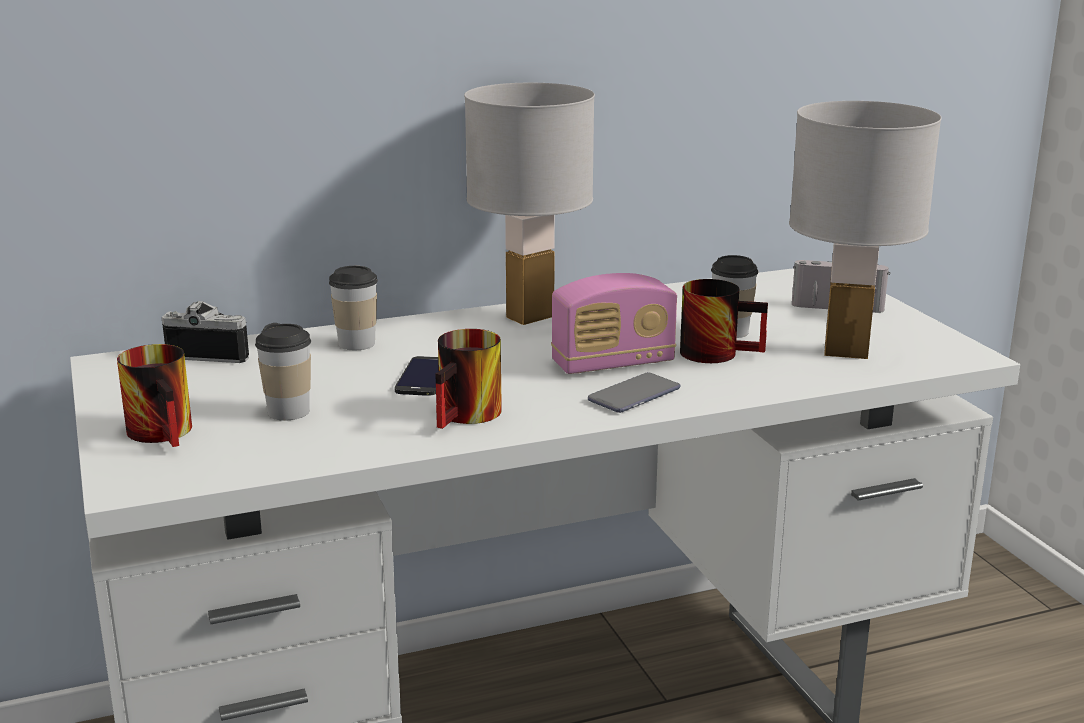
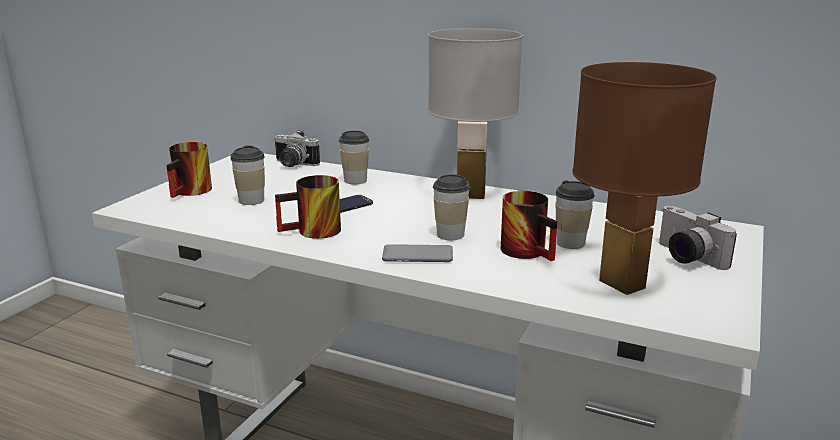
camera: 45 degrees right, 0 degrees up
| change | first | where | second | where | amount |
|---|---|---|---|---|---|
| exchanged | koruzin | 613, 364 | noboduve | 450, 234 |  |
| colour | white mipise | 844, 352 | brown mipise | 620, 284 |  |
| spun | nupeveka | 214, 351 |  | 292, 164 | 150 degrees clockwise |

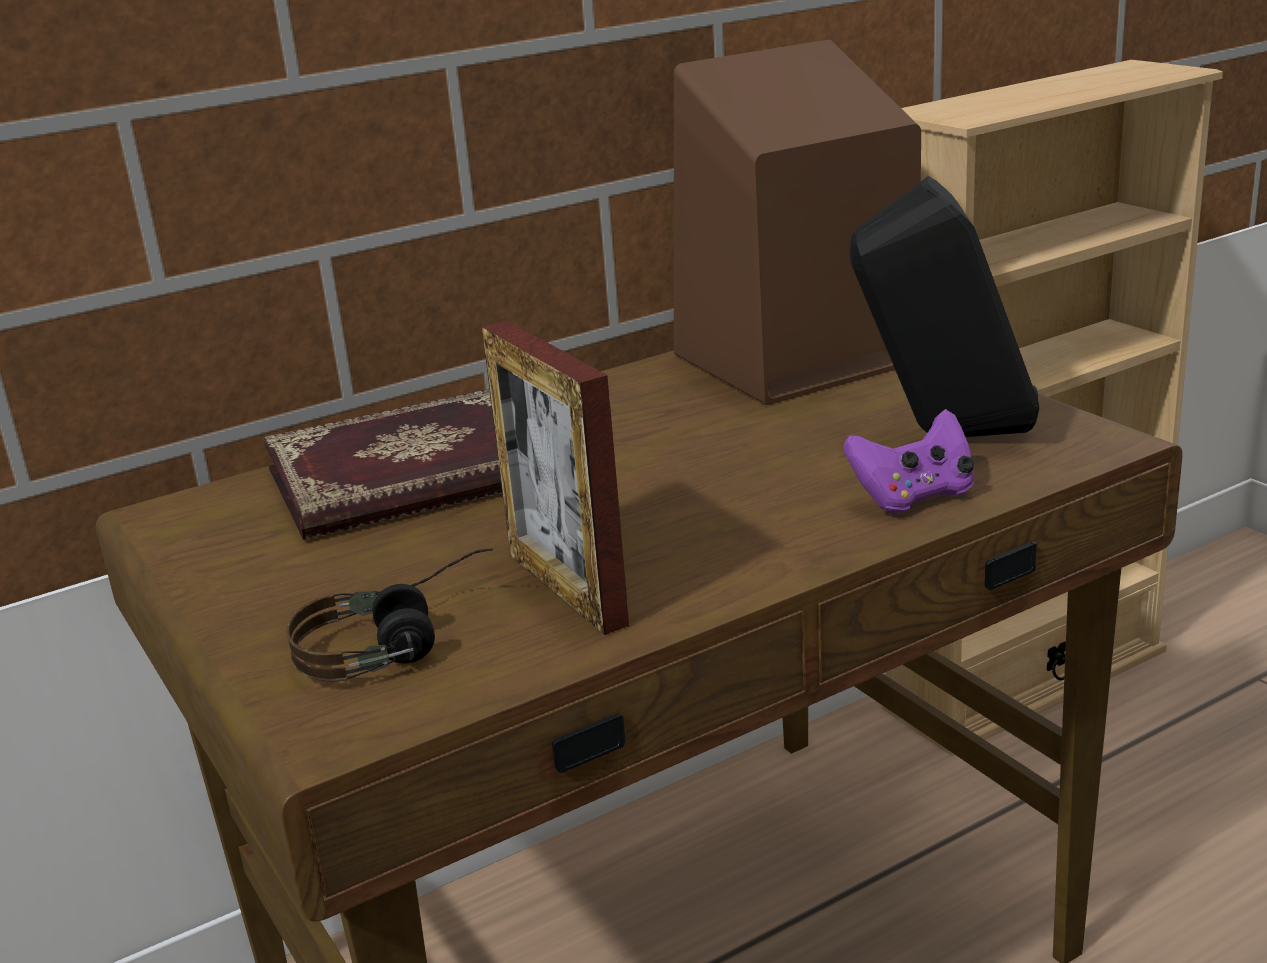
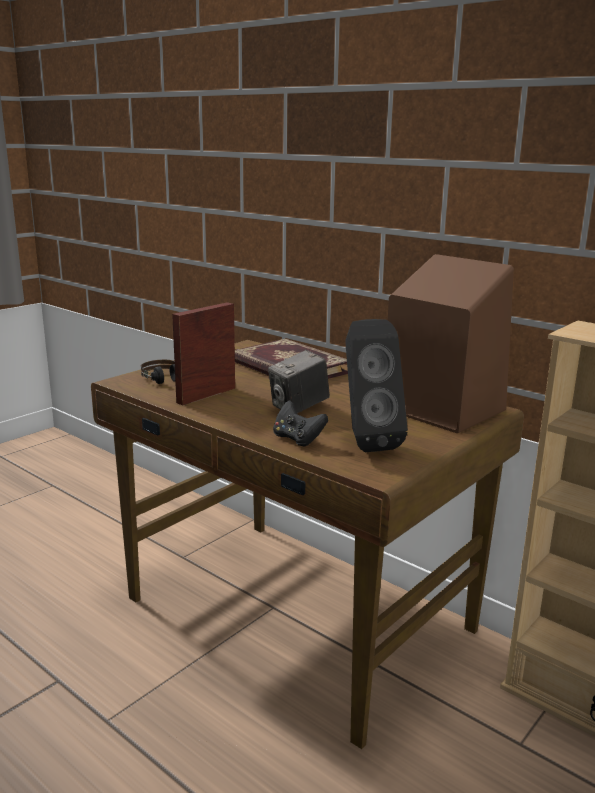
camera: 70 degrees right, 5 degrees down
| change | first | where | second | where | amount |
|---|---|---|---|---|---|
| appeared |  |  | nupeveka | 299, 408 |  |
| colour | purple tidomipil | 914, 497 | black tidomipil | 297, 439 |  |

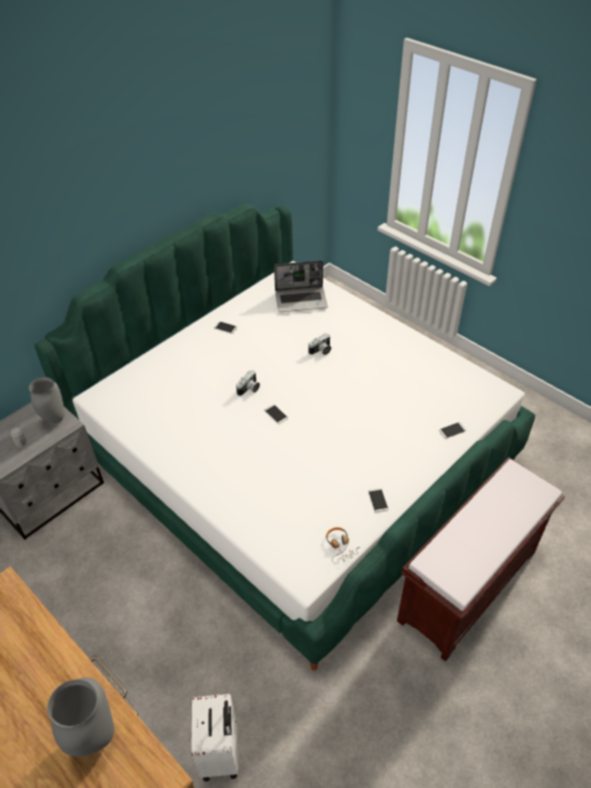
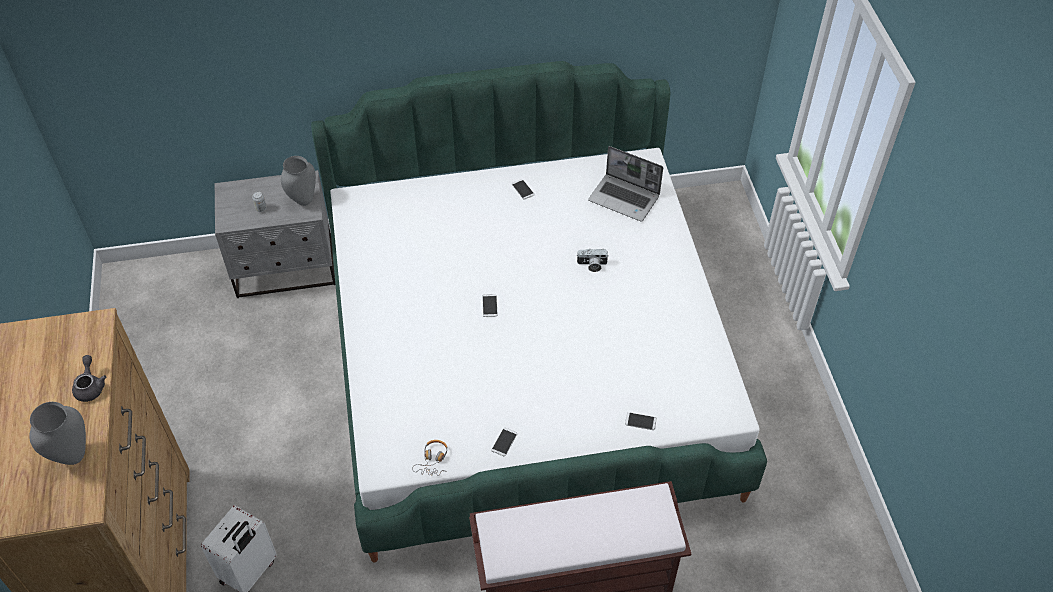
camera: 35 degrees right, 5 degrees up
| change | first | where | second | where | amount |
|---|---|---|---|---|---|
| missing | nupeveka | 249, 389 |  |  |  |
| appeared |  |  | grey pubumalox | 90, 386 |  |

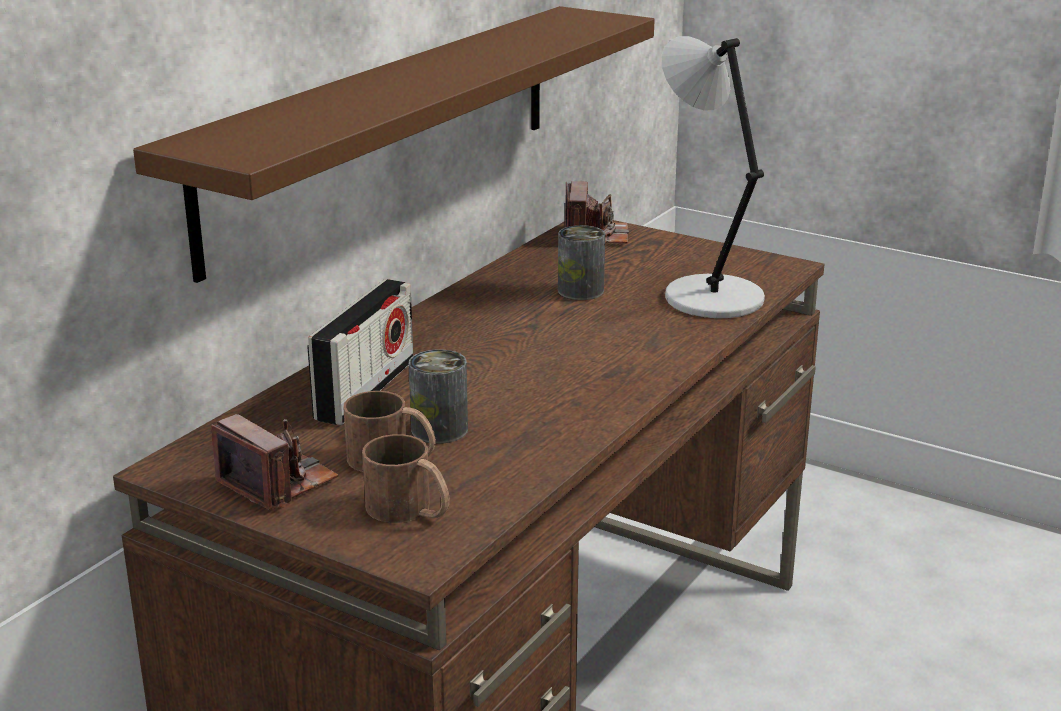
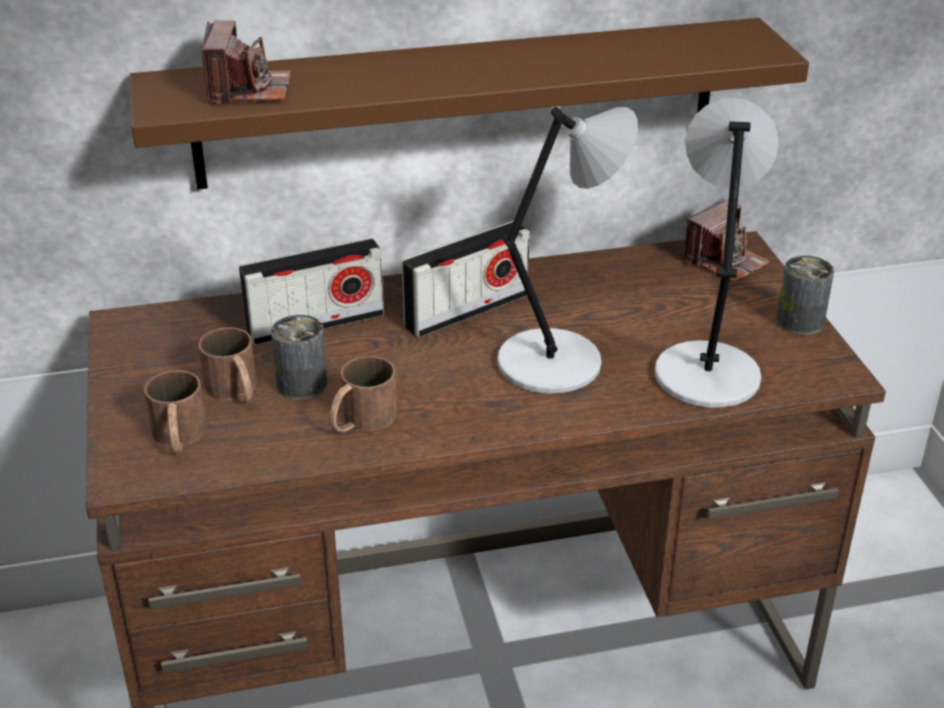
camera: 45 degrees right, 10 degrees up
| change | first | where | second | where | amount |
|---|---|---|---|---|---|
| appeared |  |  | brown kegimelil | 360, 421 |  |
| appeared |  |  | koruzin | 466, 311 |  |
| appeared |  |  | grey mipise | 555, 362 |  |
| relocated | nupeveka | 278, 483 |  | 248, 89 |  |
| relocated | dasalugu | 580, 291 |  | 800, 321 |  |

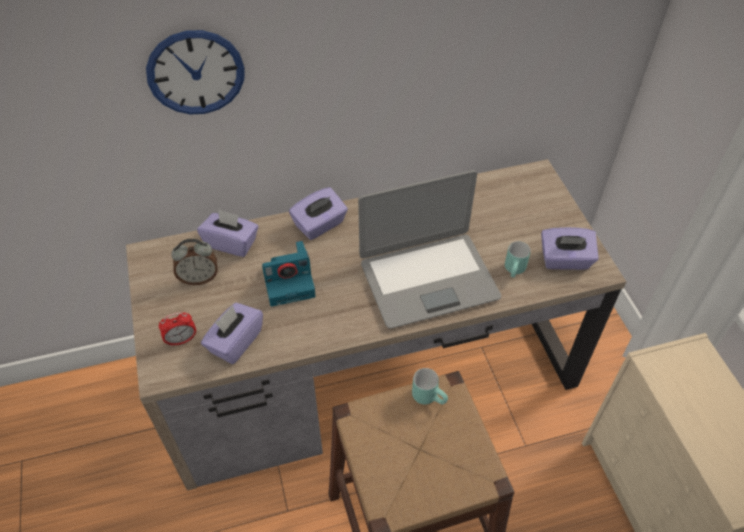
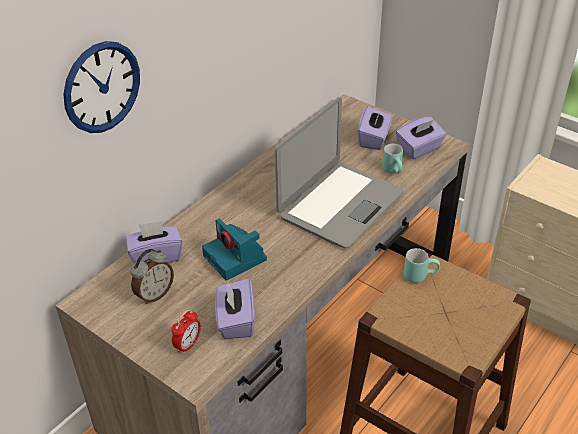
camera: 35 degrees left, 10 degrees down
| change | first | where | second | where | amount |
|---|---|---|---|---|---|
| relocated | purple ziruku | 320, 225 |  | 374, 139 |  |
| spun | nupeveka | 290, 282 |  | 236, 258 | 105 degrees clockwise |

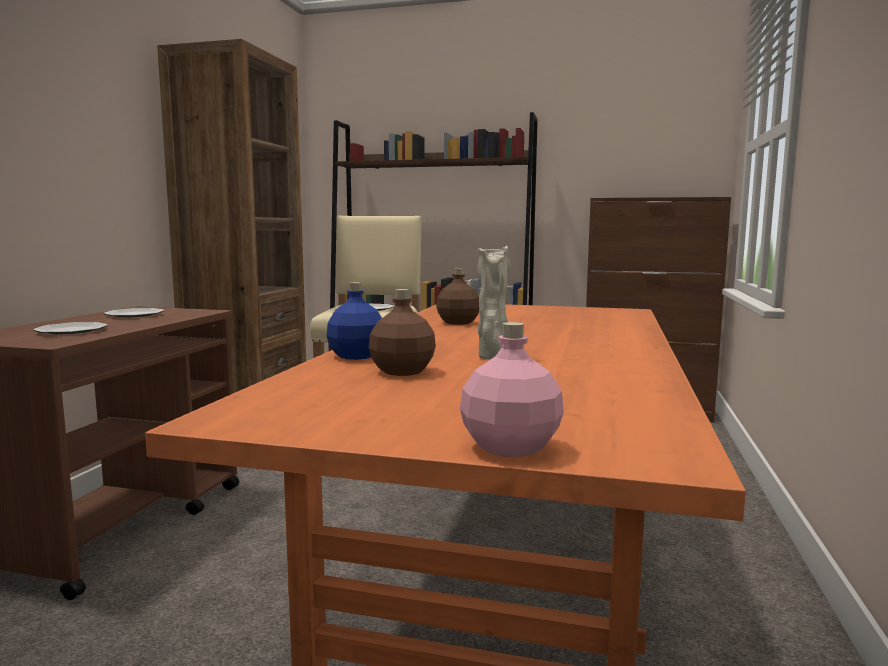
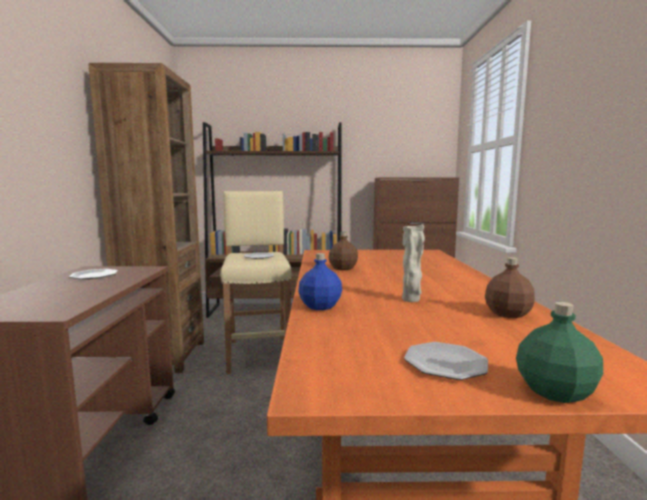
camera: 15 degrees left, 0 degrees up
| change | first | where | second | where | amount |
|---|---|---|---|---|---|
| relocated | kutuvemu | 72, 331 |  | 445, 363 |  |
| relocated | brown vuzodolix | 402, 371 |  | 507, 313 |  |
| colour | pink vuzodolix | 509, 447 | green vuzodolix | 554, 392 |  |

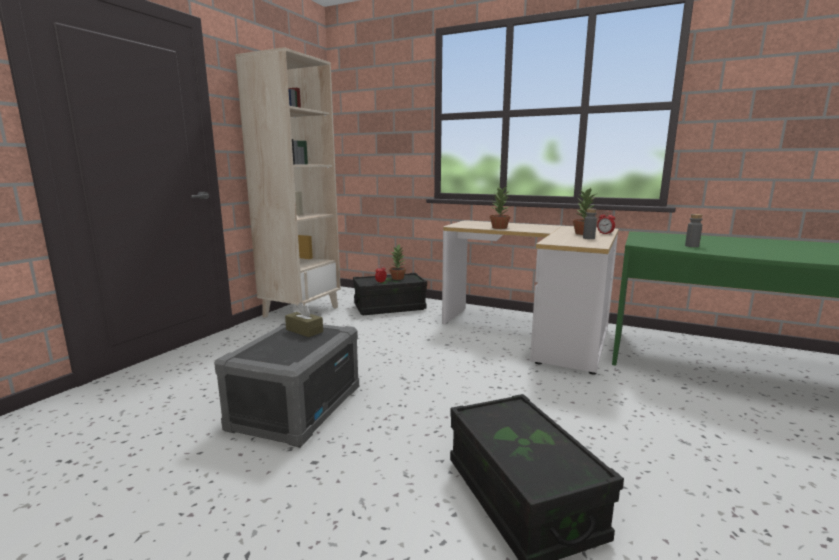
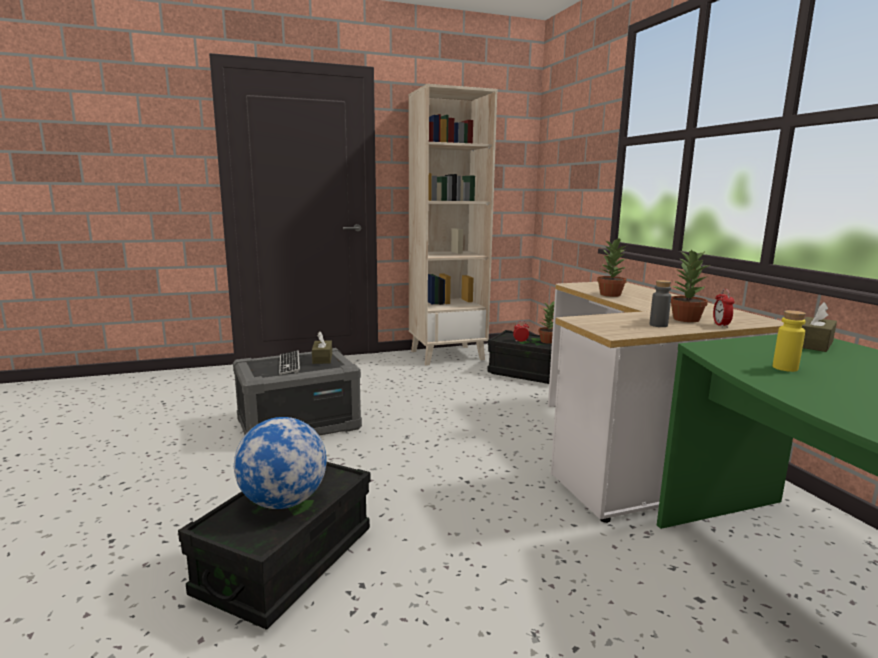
camera: 45 degrees right, 0 degrees up
| change | first | where | second | where | amount |
|---|---|---|---|---|---|
| appeared |  |  | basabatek | 283, 502 |  |
| appeared |  |  | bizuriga | 289, 364 |  |
| appeared |  |  | brown ziruku | 813, 344 |  |
| colour | grey vuzodolix | 692, 246 | yellow vuzodolix | 785, 368 |  |

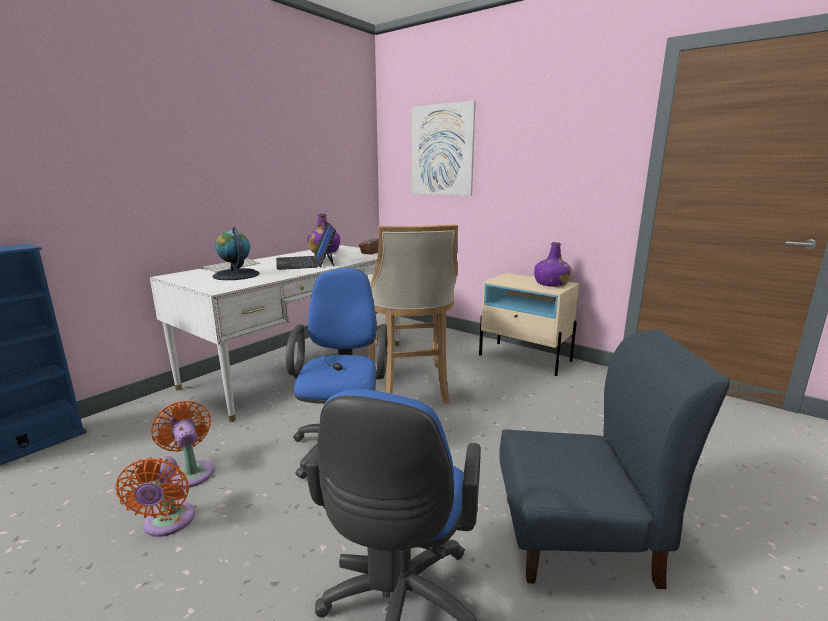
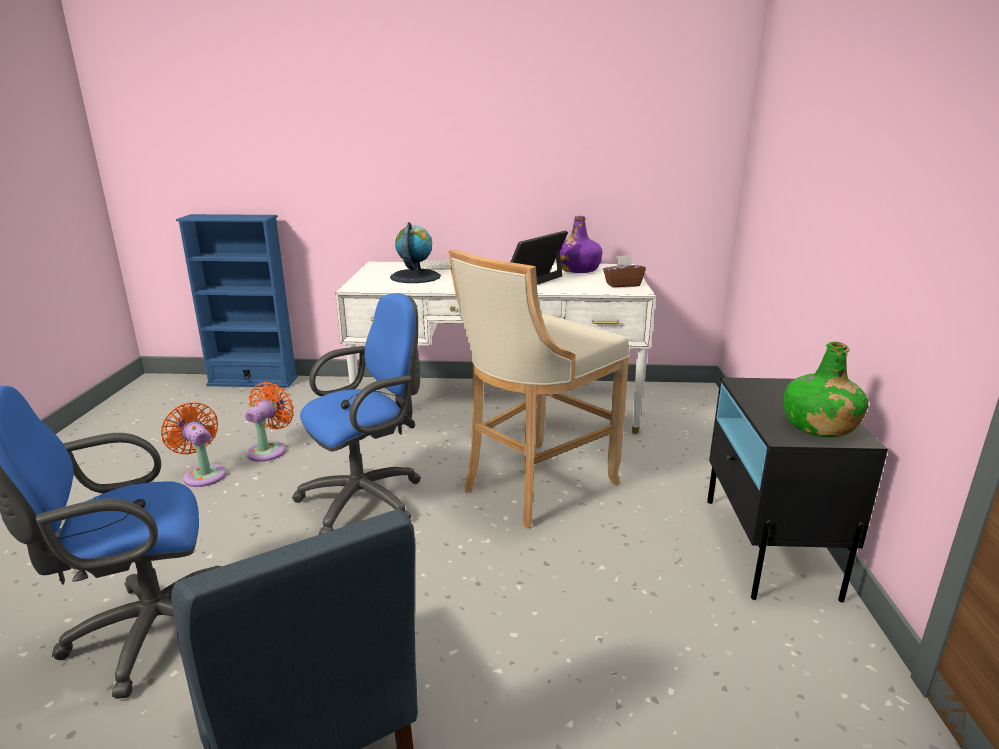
camera: 55 degrees right, 5 degrees up
| change | first | where | second | where | amount |
|---|---|---|---|---|---|
| missing | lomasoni | 441, 150 |  |  |  |
| colour | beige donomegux | 525, 358 | black donomegux | 768, 546 |  |
| colour | purple vuzodolix | 551, 284 | green vuzodolix | 818, 426 |  |
| spun | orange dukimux | 167, 523 |  | 203, 474 | 90 degrees clockwise |

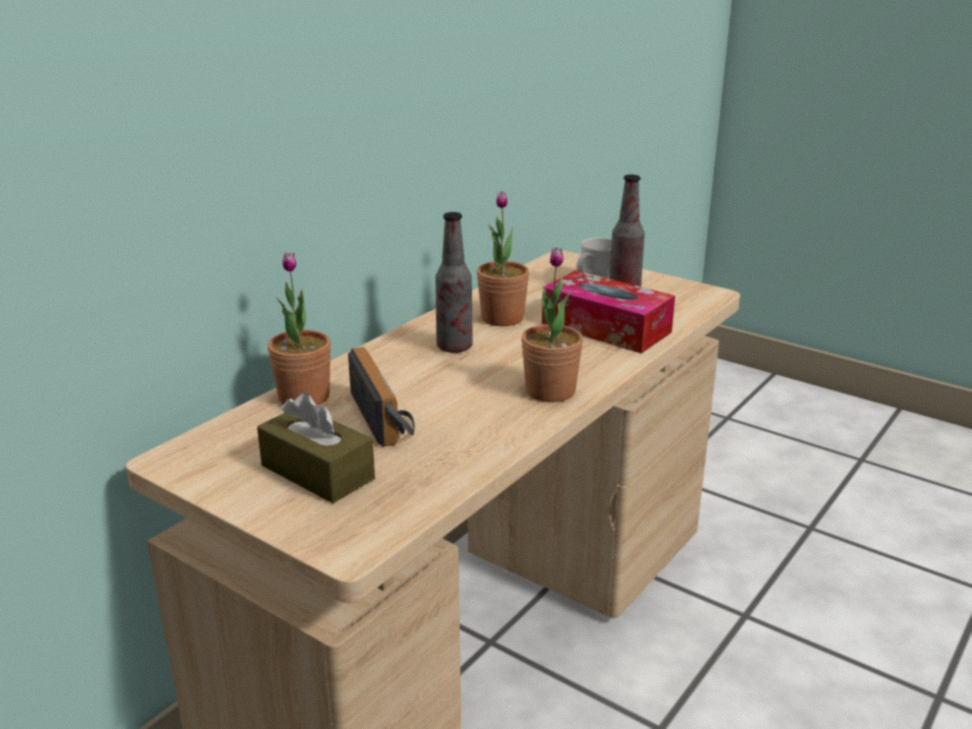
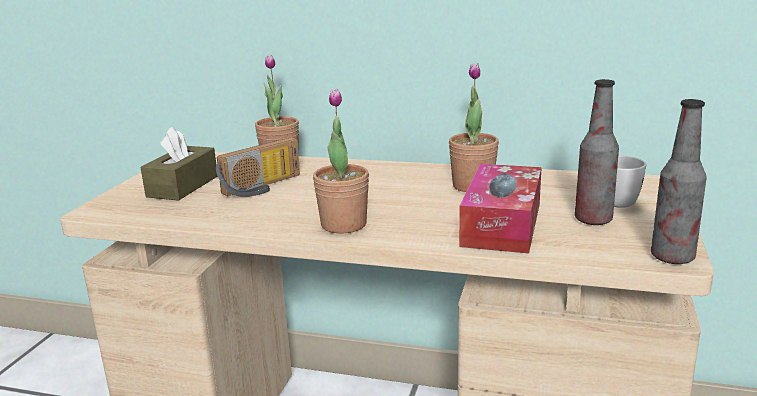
camera: 70 degrees right, 5 degrees down
| change | first | where | second | where | amount |
|---|---|---|---|---|---|
| relocated | vuzodolix | 454, 347 |  | 672, 257 |  |

